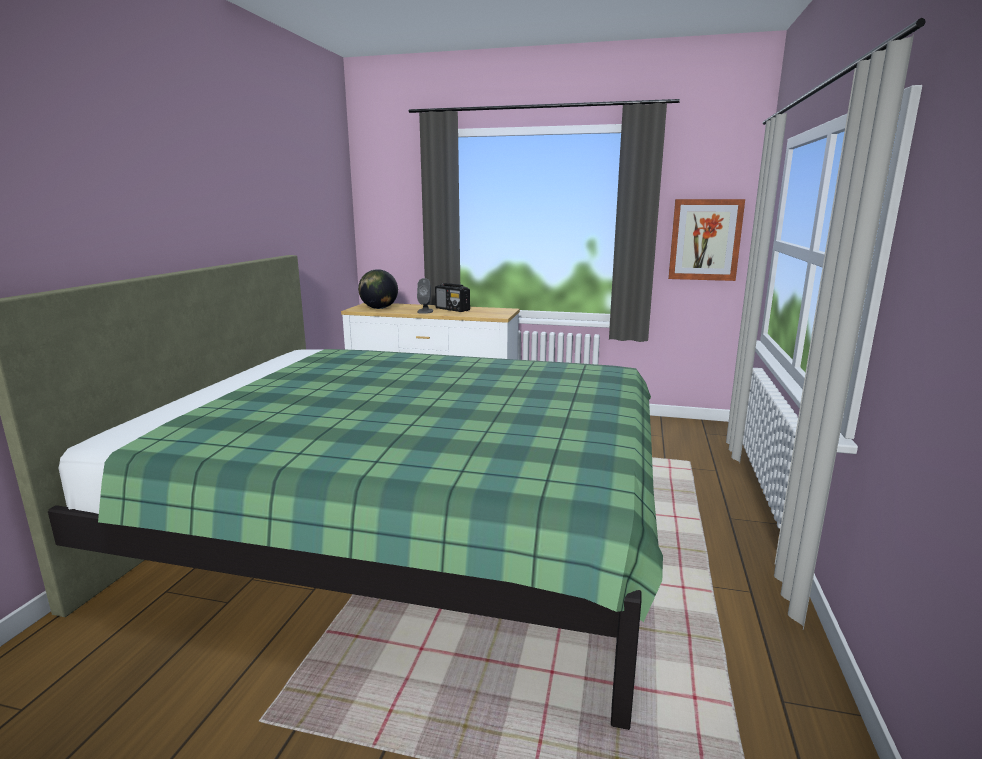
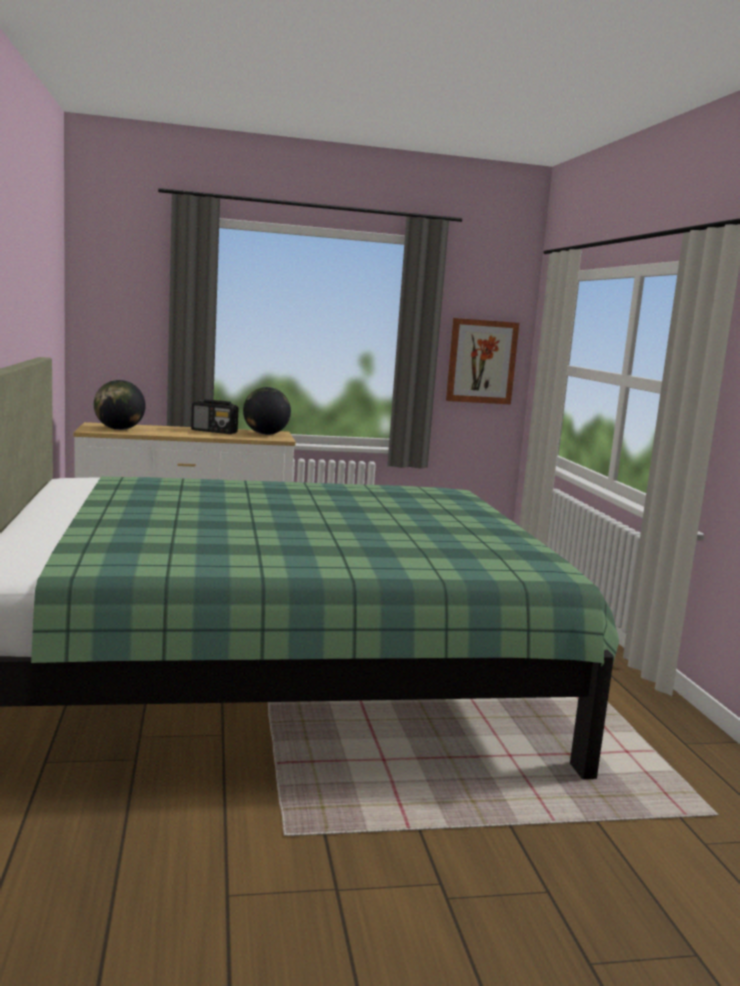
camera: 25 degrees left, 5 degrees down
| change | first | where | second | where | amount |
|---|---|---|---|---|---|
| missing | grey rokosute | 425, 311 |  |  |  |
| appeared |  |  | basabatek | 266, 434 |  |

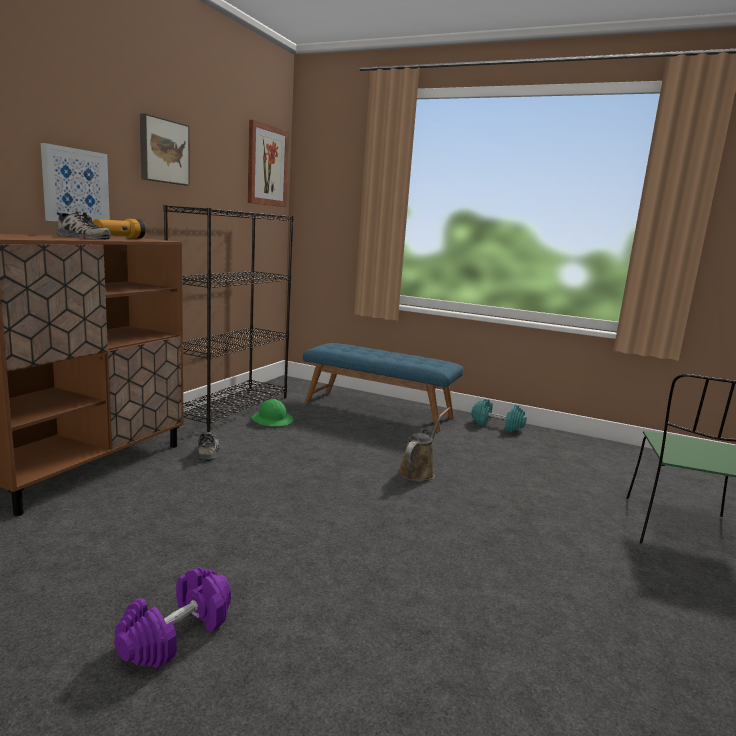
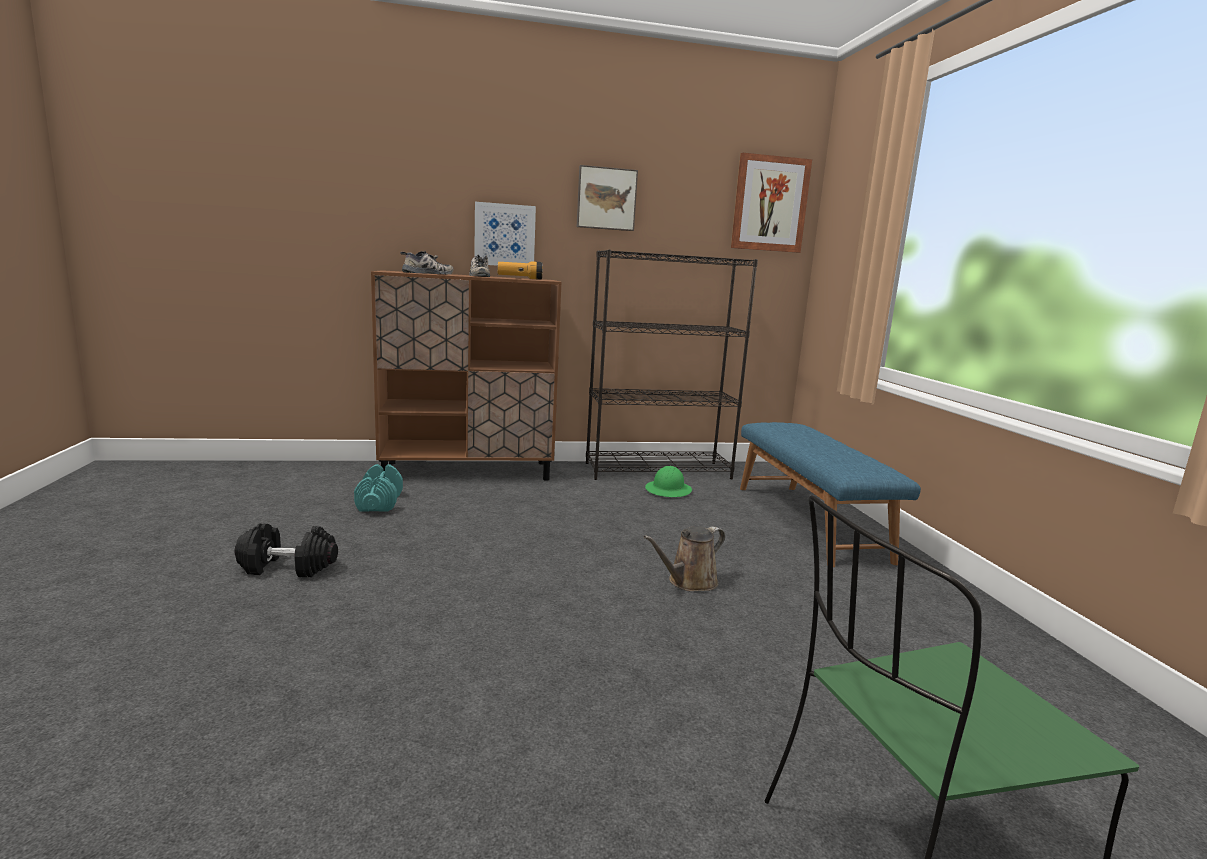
camera: 55 degrees right, 0 degrees up
| change | first | where | second | where | amount |
|---|---|---|---|---|---|
| relocated | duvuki | 209, 451 |  | 428, 273 |  |
| relocated | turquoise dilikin | 497, 425 |  | 379, 502 |  |
| colour | purple dilikin | 176, 634 | black dilikin | 288, 567 |  |
| spun | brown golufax | 418, 472 |  | 689, 582 | 150 degrees clockwise |

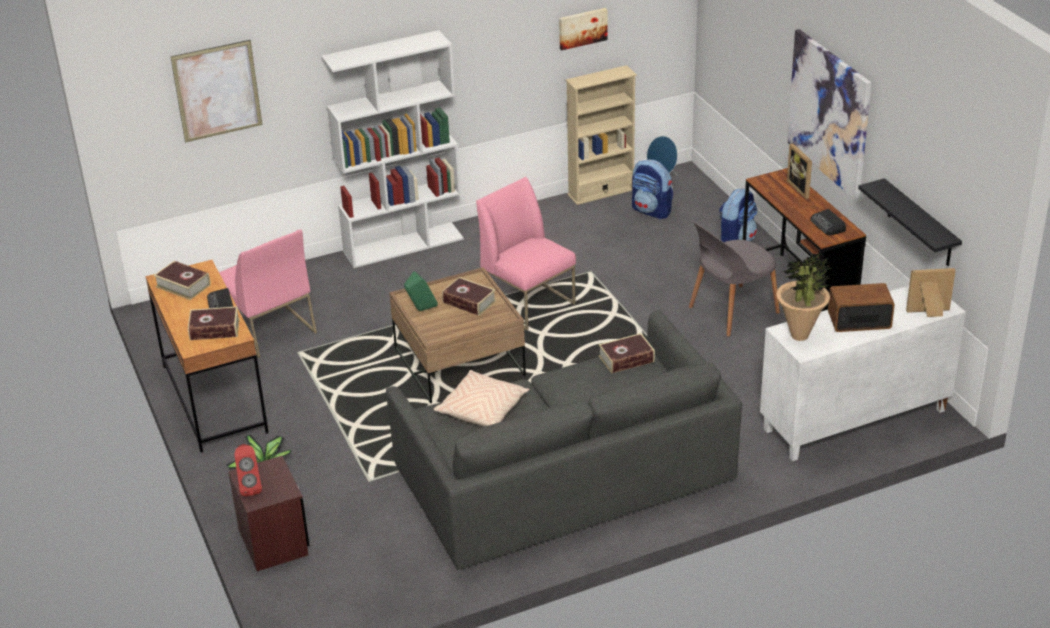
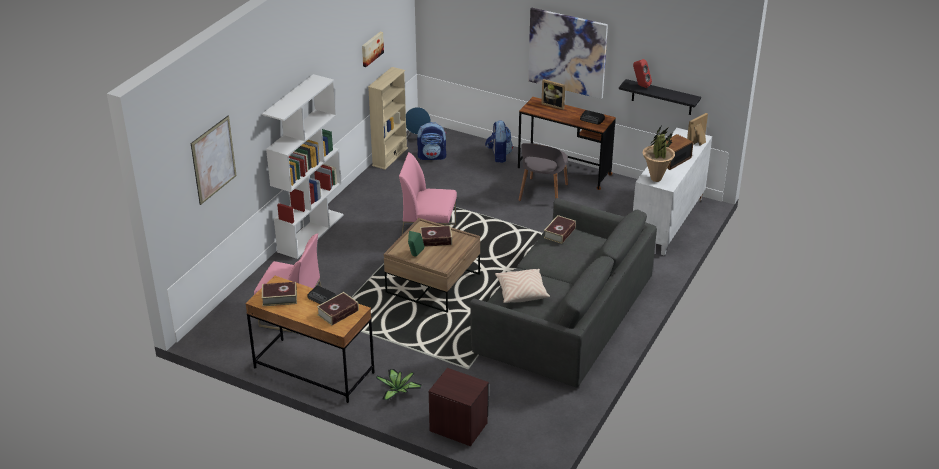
camera: 40 degrees left, 0 degrees up
| change | first | where | second | where | amount |
|---|---|---|---|---|---|
| relocated | red rokosute | 250, 487 |  | 640, 85 |  |

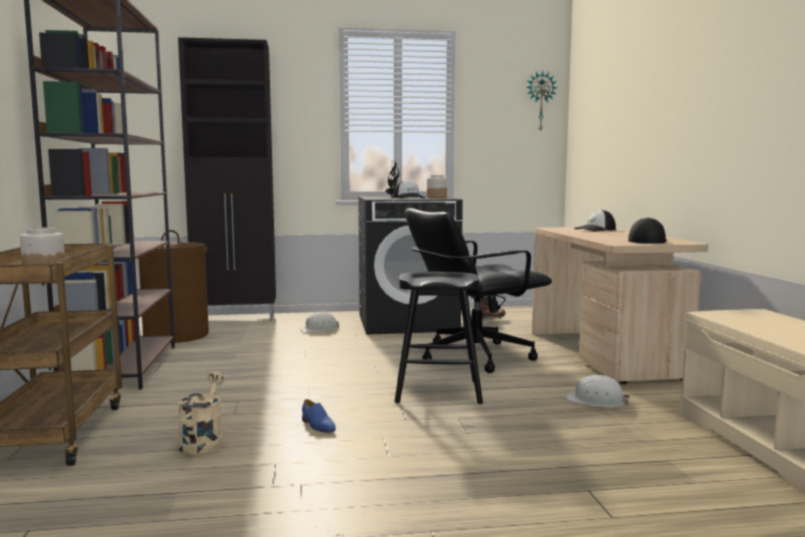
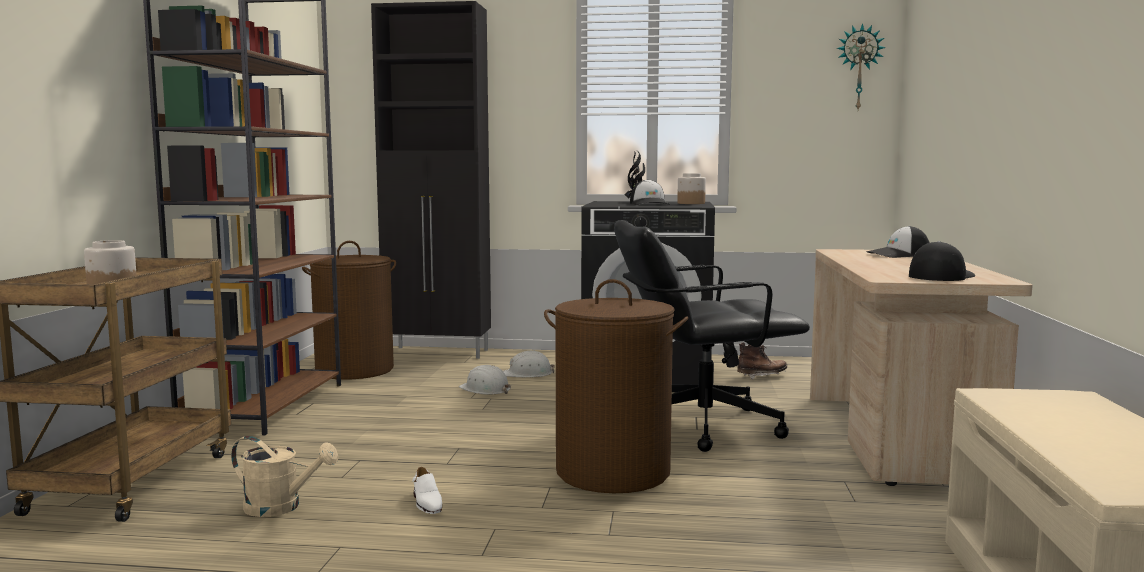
camera: 15 degrees right, 0 degrees up
| change | first | where | second | where | amount |
|---|---|---|---|---|---|
| relocated | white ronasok | 596, 401 |  | 485, 389 |  |
| exchanged | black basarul | 437, 391 | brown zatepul | 613, 472 |  |
| colour | blue duvuki | 318, 426 | white duvuki | 427, 503 |  |
| spun | beige golufax | 203, 440 |  | 281, 507 | 90 degrees clockwise |

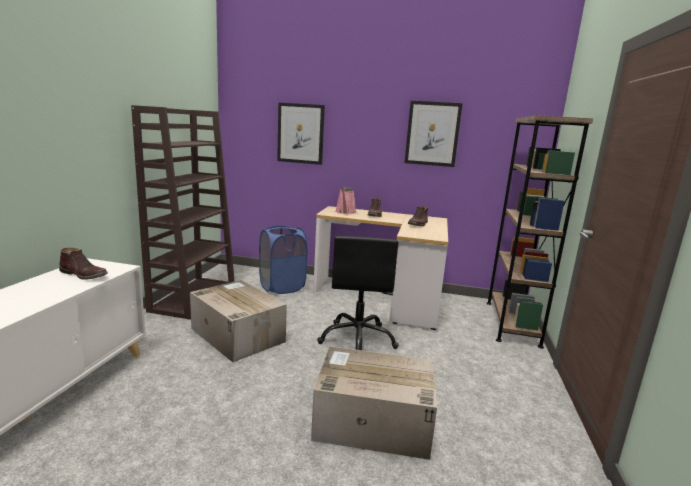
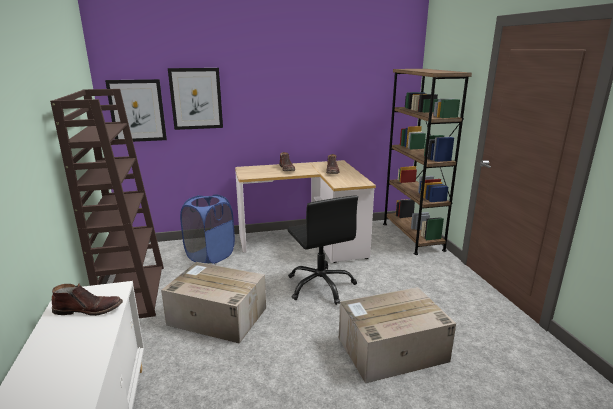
camera: 25 degrees left, 5 degrees up
| change | first | where | second | where | amount |
|---|---|---|---|---|---|
| missing | pink golufax | 345, 212 |  |  |  |
| relocated | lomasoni | 432, 134 |  | 137, 110 |  |

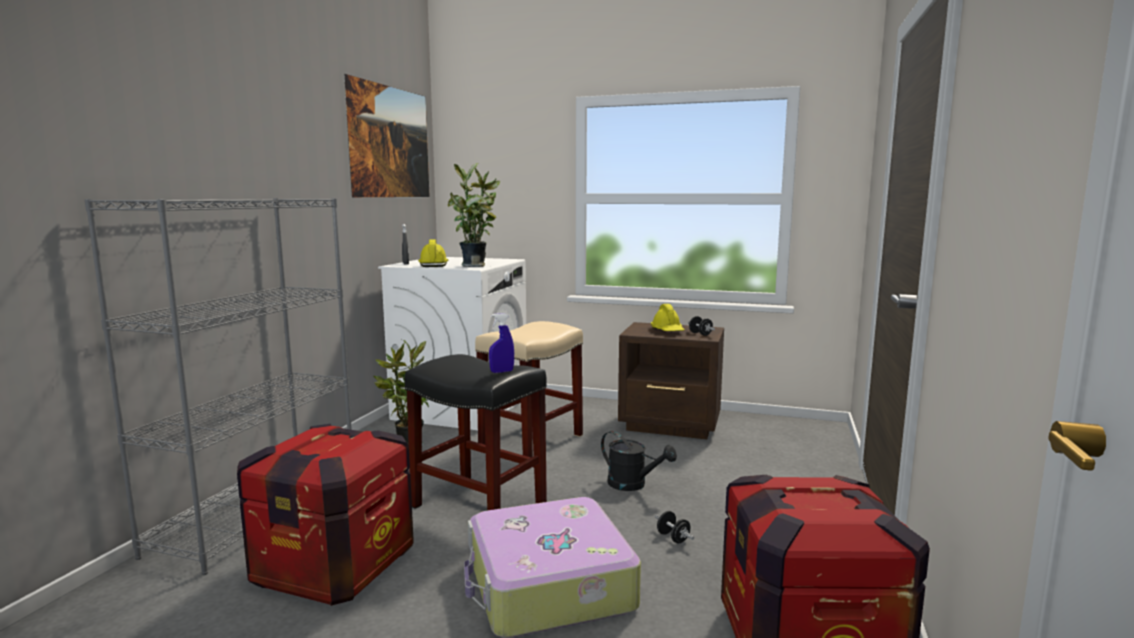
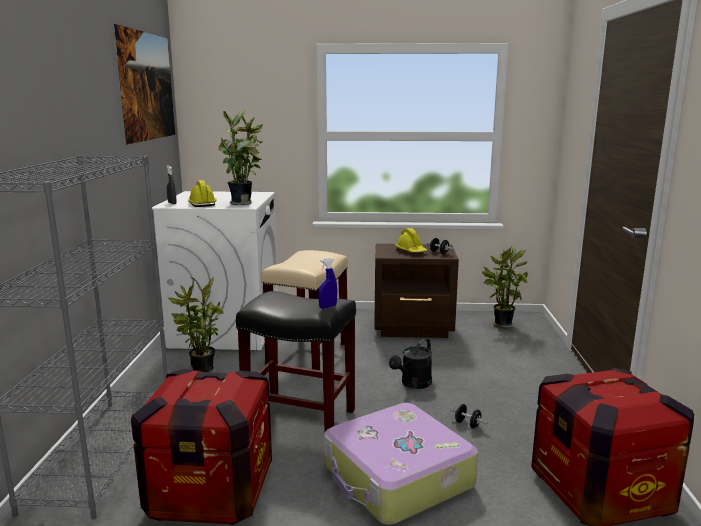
camera: 15 degrees left, 5 degrees up
| change | first | where | second | where | amount |
|---|---|---|---|---|---|
| appeared |  |  | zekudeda | 501, 324 |  |
| spun | black golufax | 633, 485 |  | 413, 384 | 105 degrees clockwise |

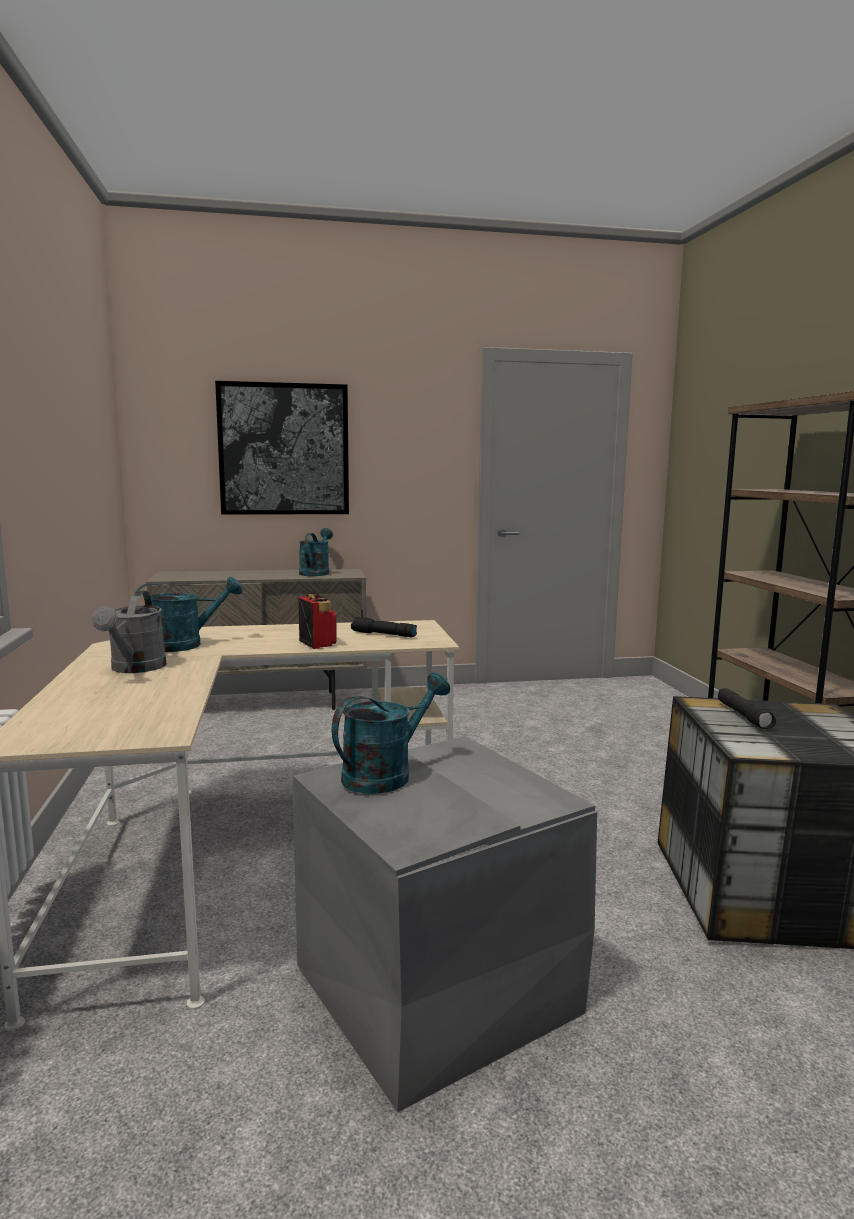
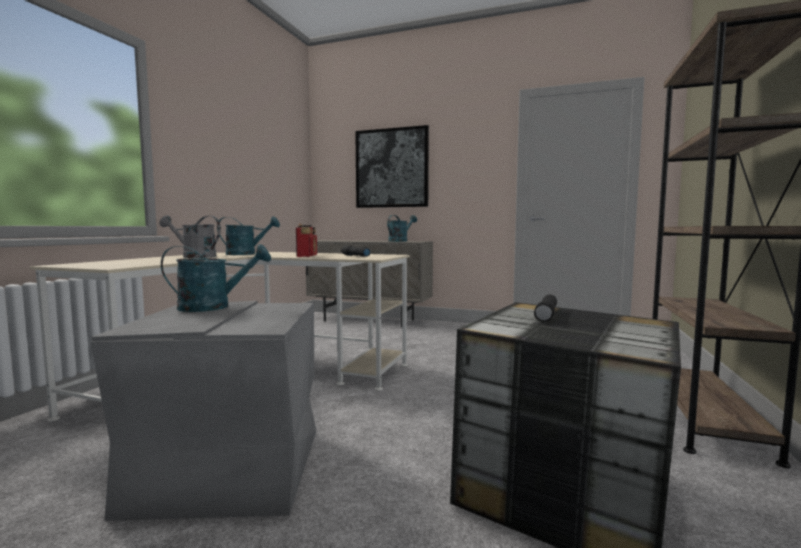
camera: 30 degrees right, 5 degrees down
| change | first | where | second | where | amount |
|---|---|---|---|---|---|
| spun | grey golufax | 135, 669 |  | 194, 257 | 75 degrees clockwise |

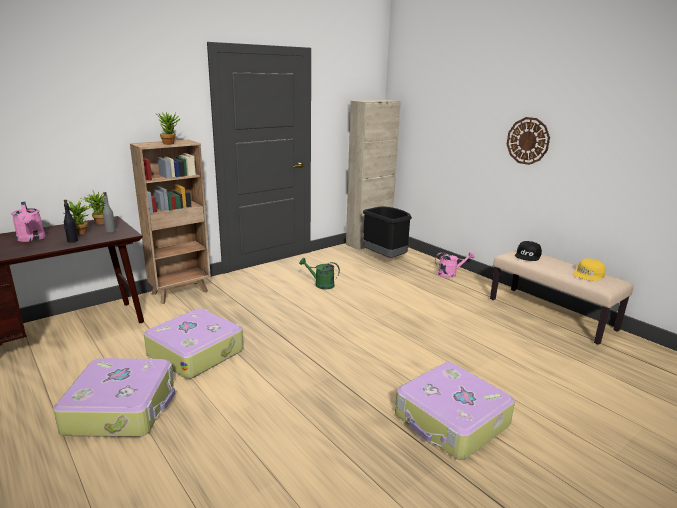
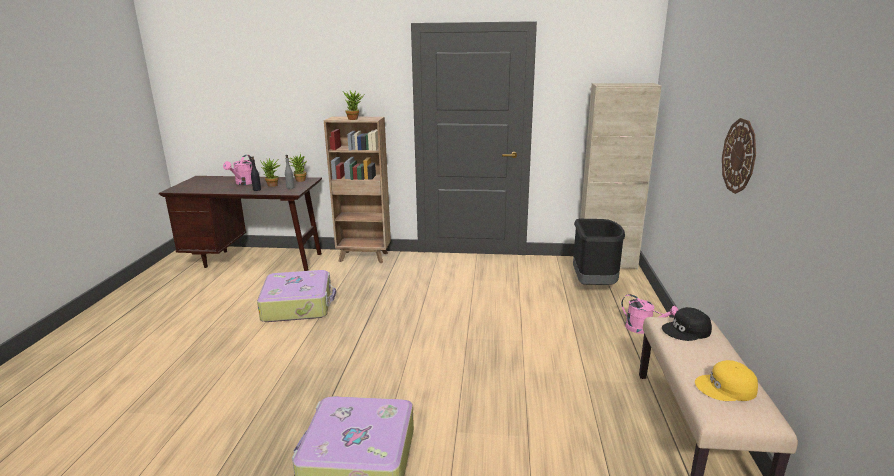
camera: 45 degrees right, 0 degrees up
| change | first | where | second | where | amount |
|---|---|---|---|---|---|
| missing | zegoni | 122, 408 |  |  |  |
| missing | green golufax | 321, 284 |  |  |  |

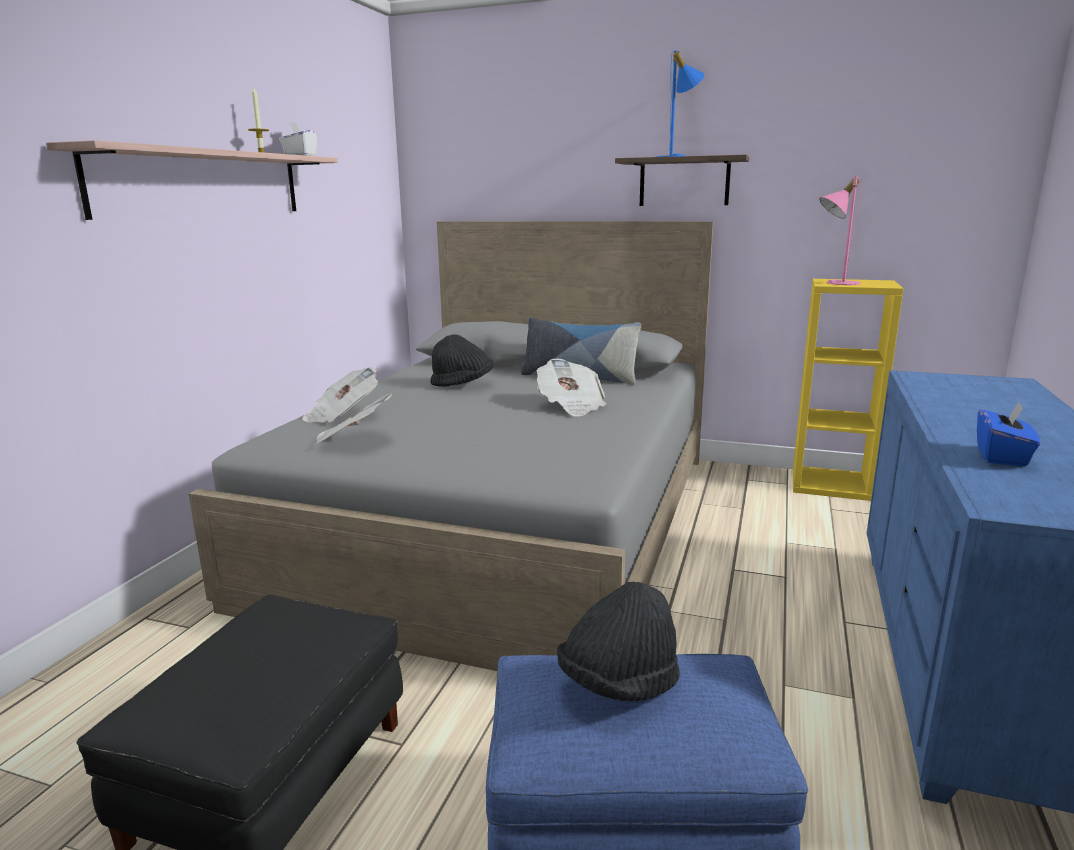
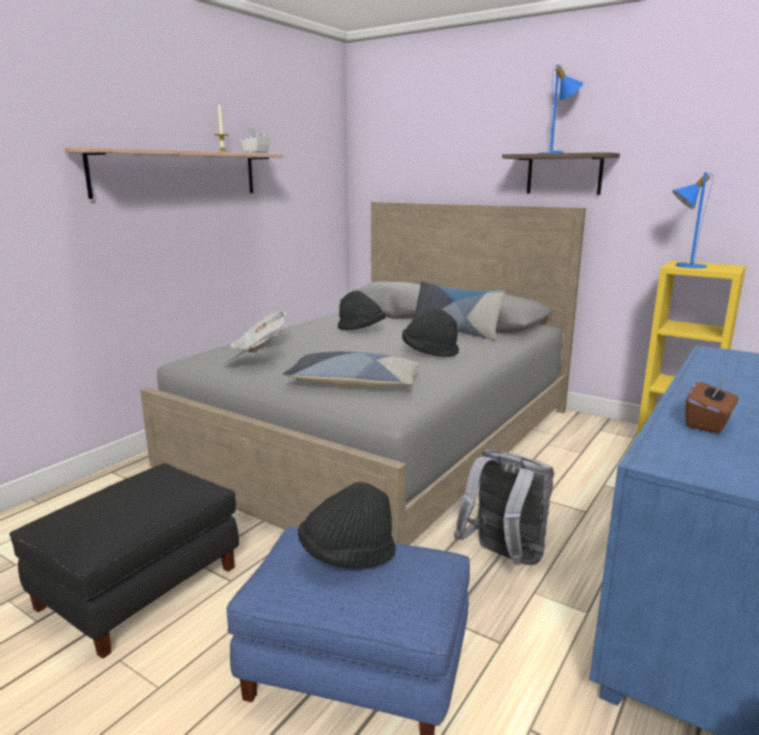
camera: 15 degrees right, 0 degrees up
| change | first | where | second | where | amount |
|---|---|---|---|---|---|
| appeared |  |  | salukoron | 354, 383 |  |
| appeared |  |  | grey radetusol | 503, 558 |  |
| exchanged | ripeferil | 571, 406 | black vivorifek | 429, 353 |  |
| colour | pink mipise | 836, 283 | blue mipise | 684, 265 |  |
| colour | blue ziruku | 1002, 456 | brown ziruku | 708, 423 |  |

